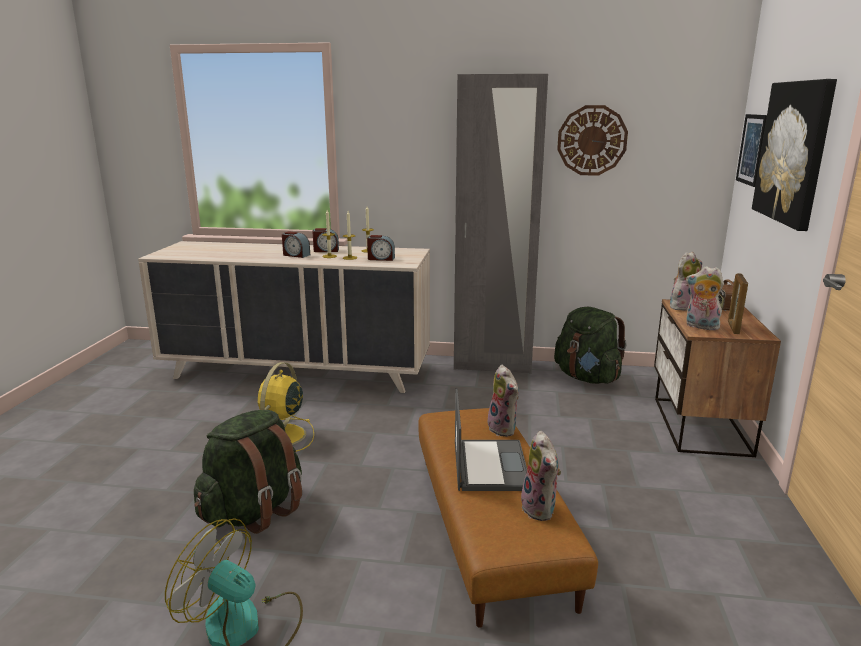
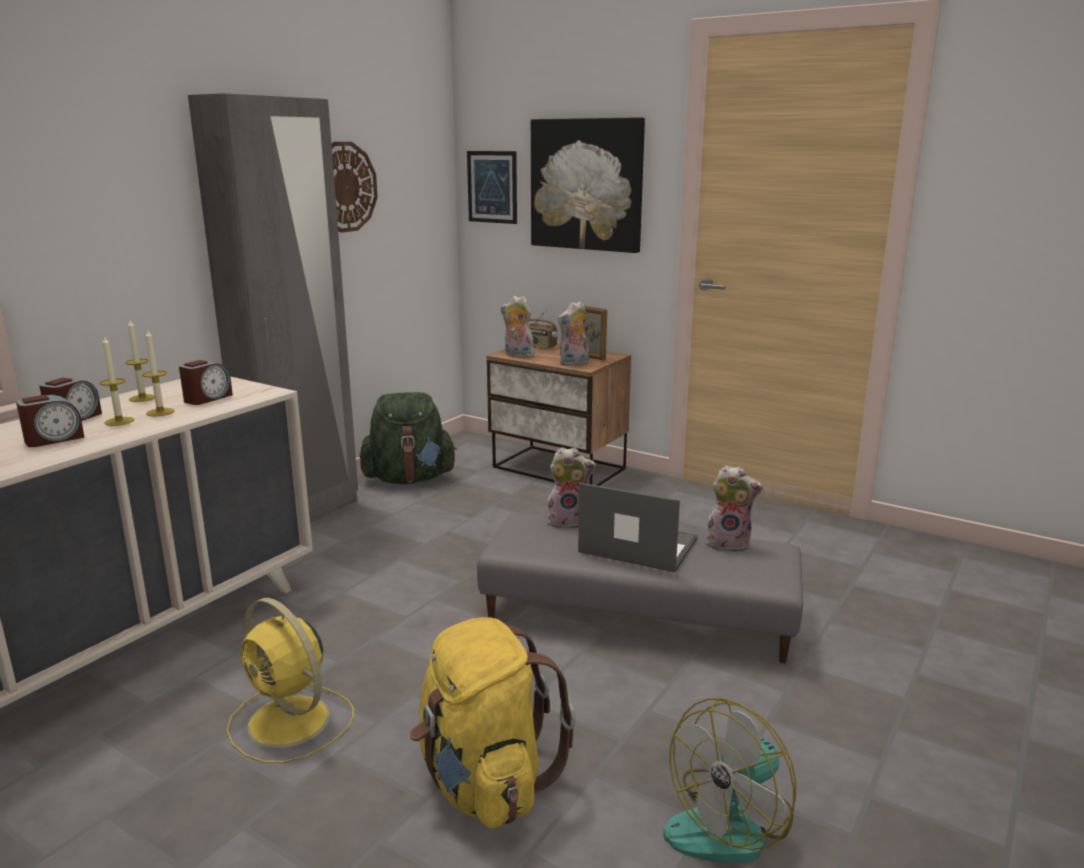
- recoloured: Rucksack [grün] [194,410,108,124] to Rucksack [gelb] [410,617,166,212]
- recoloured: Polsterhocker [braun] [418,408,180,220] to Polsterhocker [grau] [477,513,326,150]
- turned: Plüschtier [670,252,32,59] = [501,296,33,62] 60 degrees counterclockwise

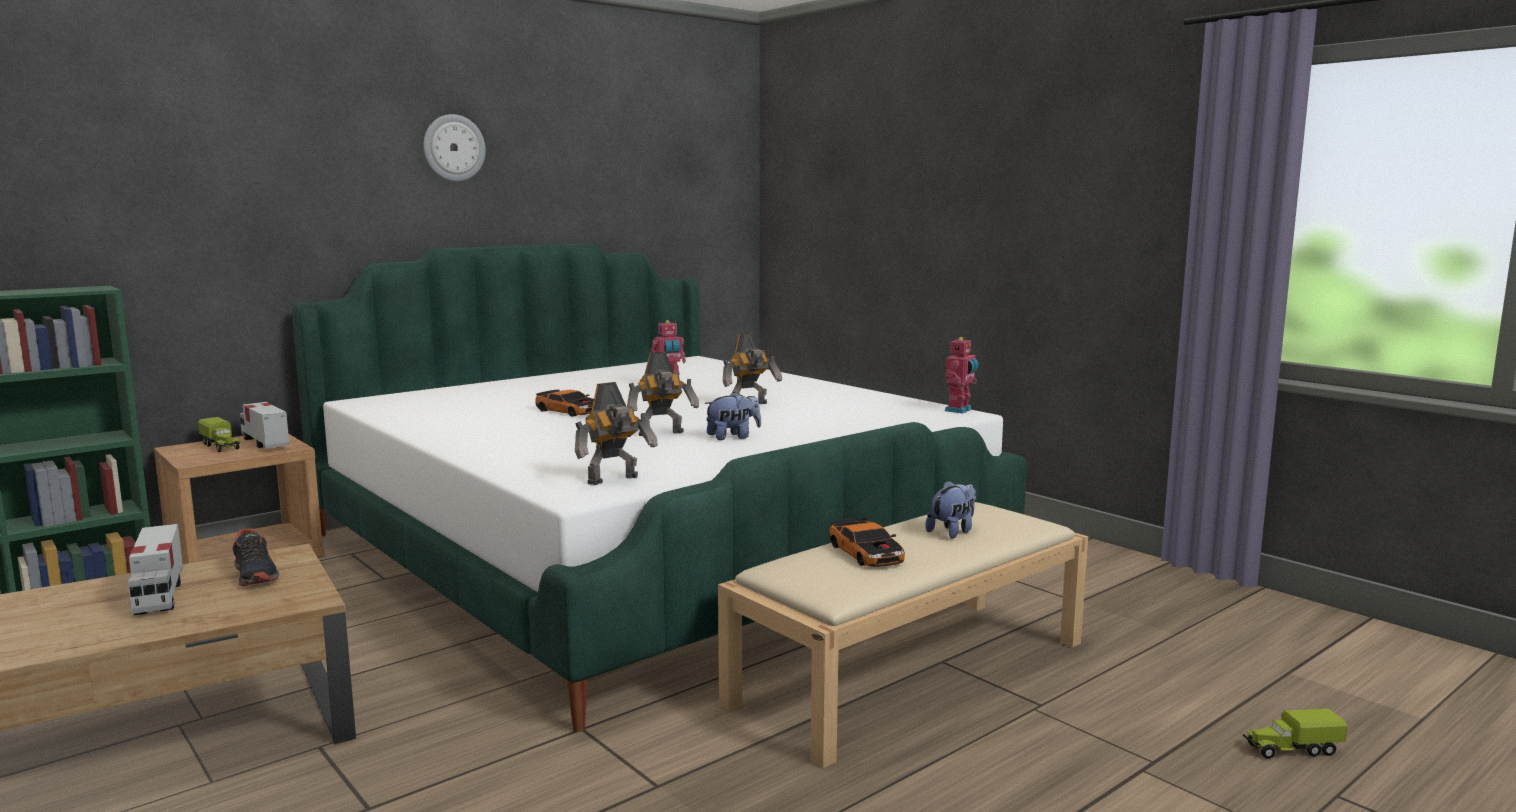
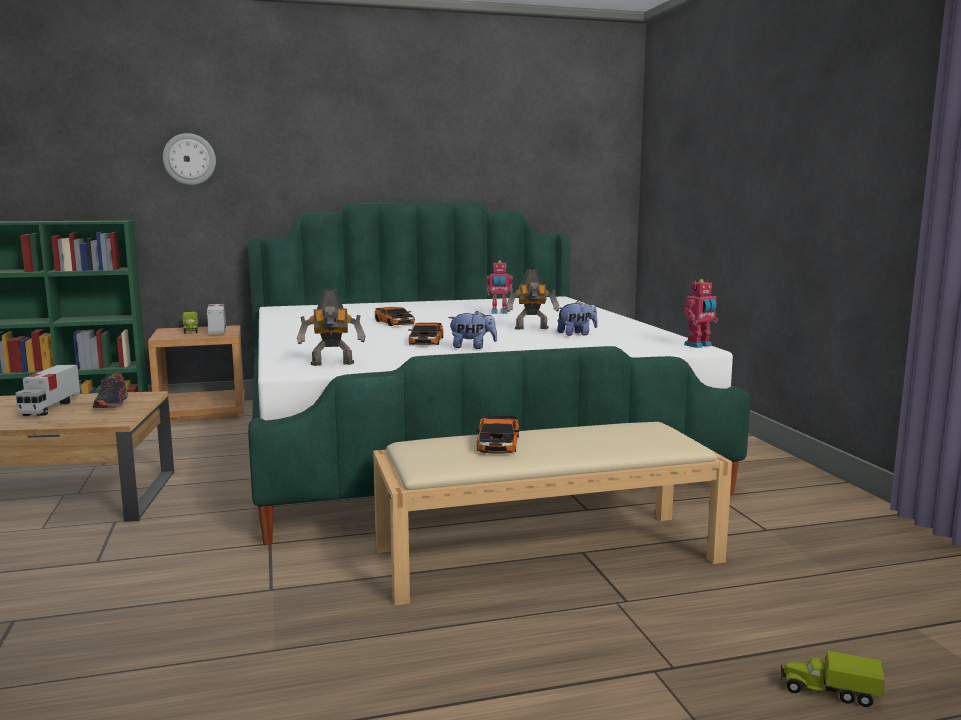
- moved: Wanduhr [423,114,63,67] to [163,133,53,52]
- replaced: Spielzeugroboter [627,352,72,84] to Spielzeugauto [409,323,34,22]
- moved: Plüschtier [925,480,51,58] to [557,301,41,35]

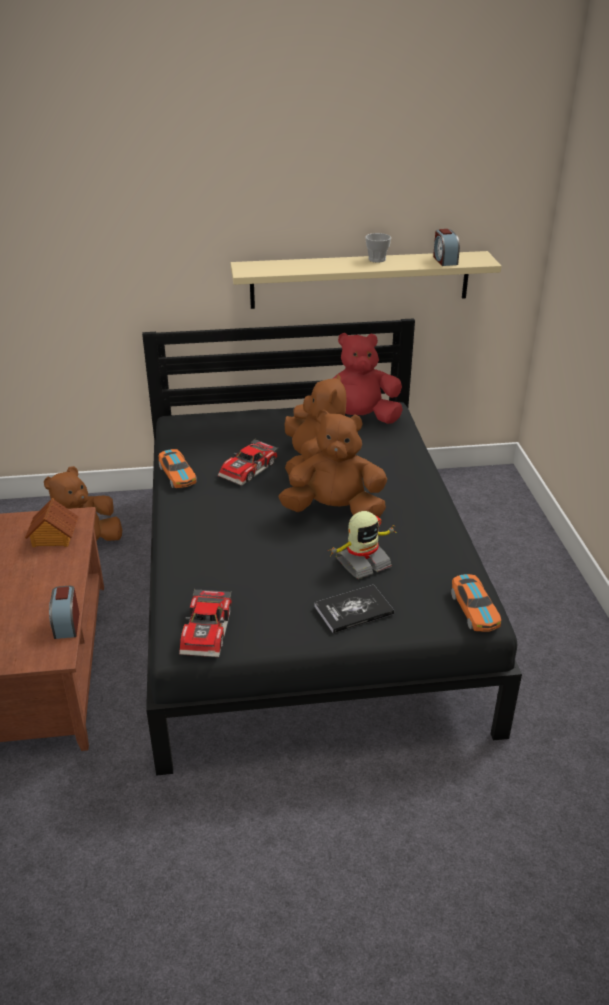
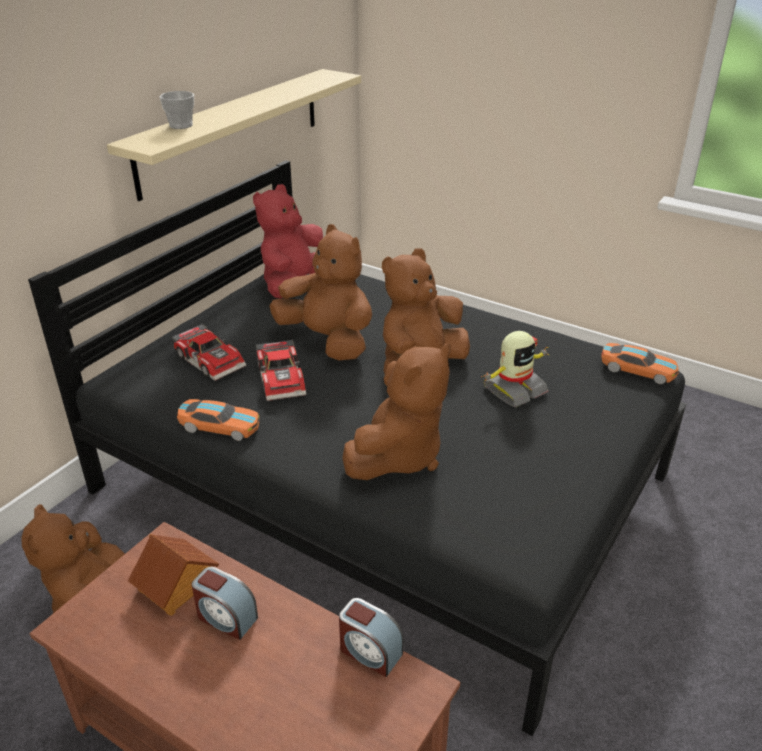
- moved: Spielzeugauto [179,589,53,68] to [171,323,75,58]
- removed: Buch [314,585,80,48]
- turned: Spielzeugroboter [330,511,65,68] = [481,331,68,76] 45 degrees clockwise
- moved: Tasse [365,233,26,30] to [159,91,35,38]
- moved: Wecker [433,229,27,37] to [192,567,66,73]
- added: Plüschtier [braun] [342,343,108,137]

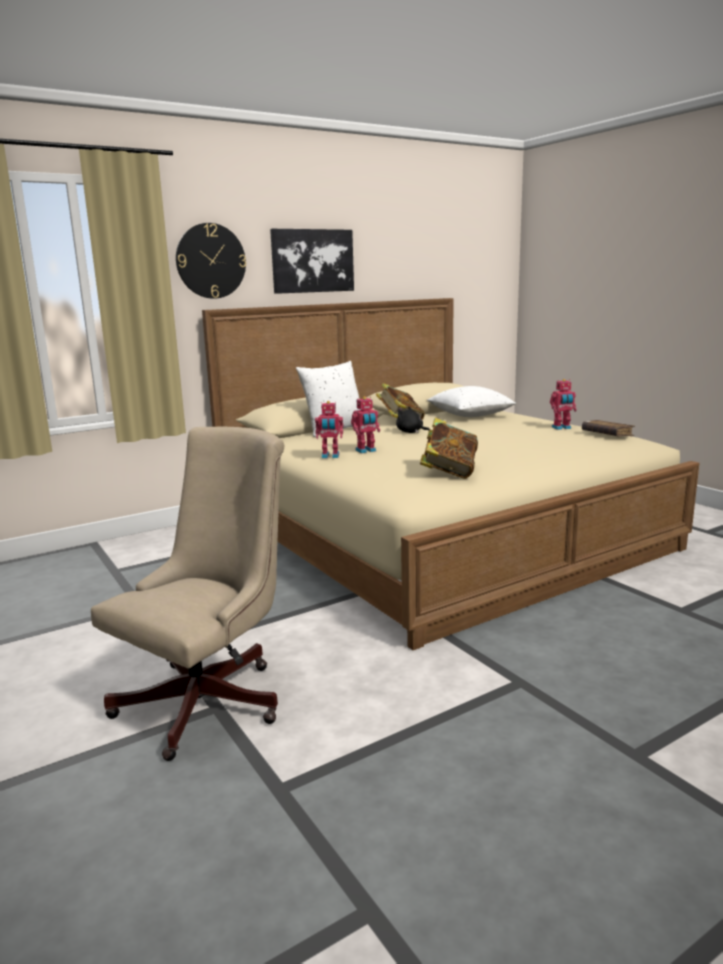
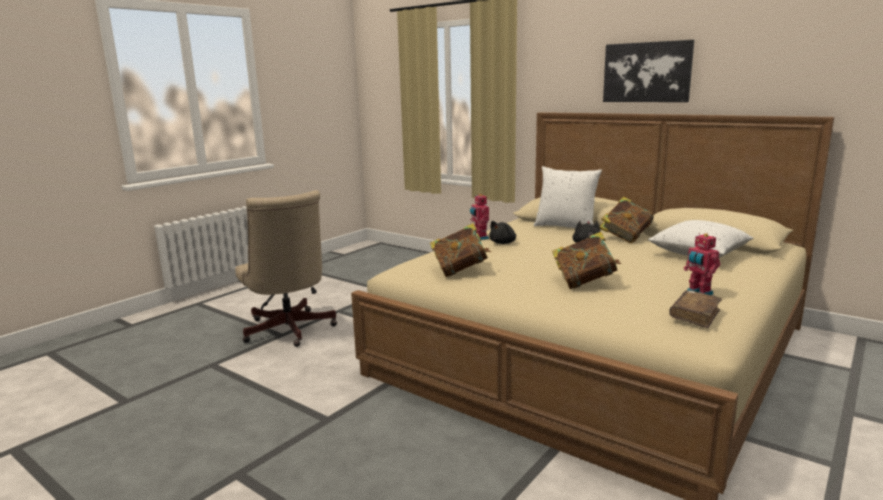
- turned: Bürostuhl [beige] [91,427,194,334] = [235,190,102,157] 45 degrees clockwise
- removed: Wanduhr [176,223,70,76]
- replaced: Spielzeugroboter [351,396,29,57] to Plüschtier [schwarz] [489,221,27,23]
- added: Buch [552,232,69,57]

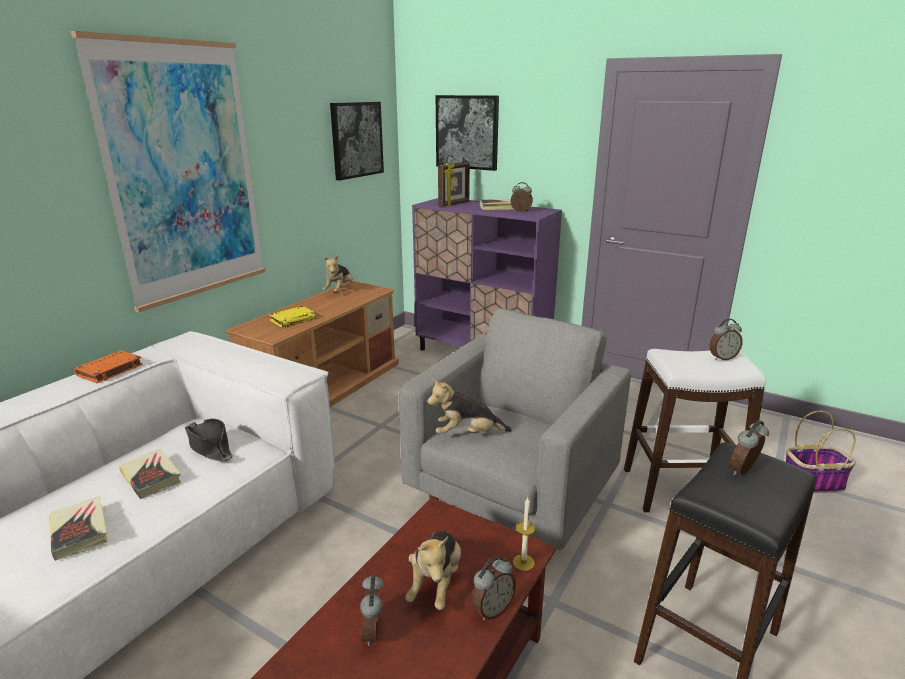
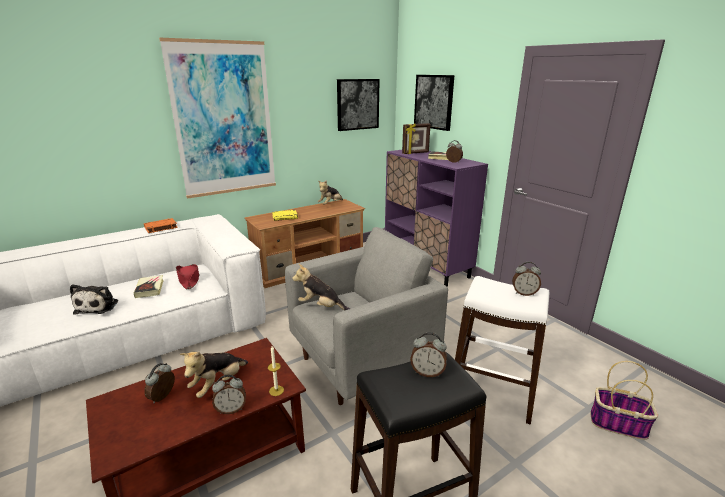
- replaced: Buch [49,496,59,65] to Plüschtier [70,284,48,30]
- recoloured: Hut [schwarz] [185,418,48,44] to Hut [rot] [176,264,24,25]
- turned: Wecker [729,420,40,56] = [410,332,37,45] 150 degrees counterclockwise

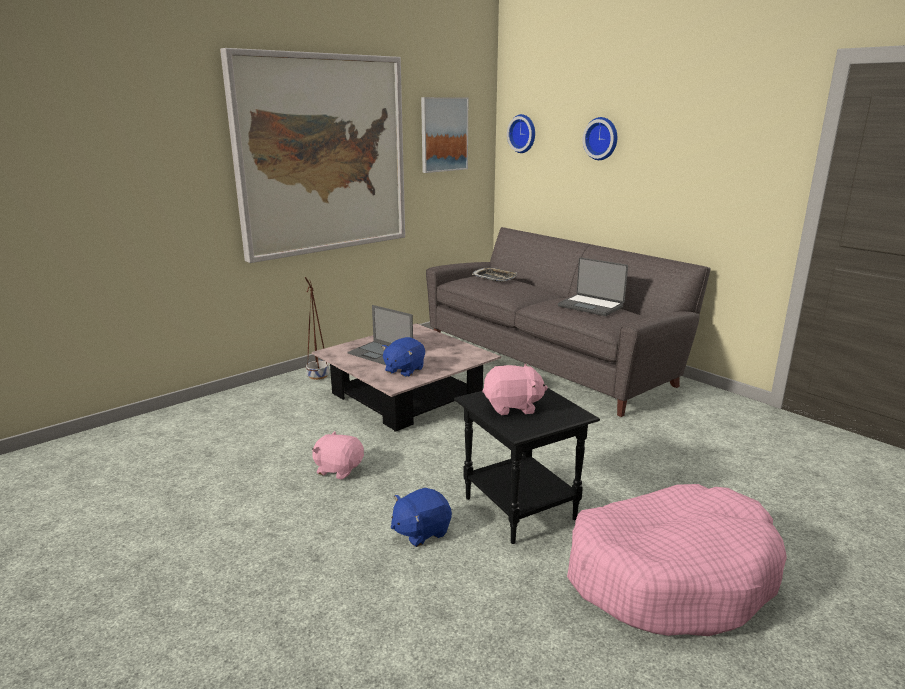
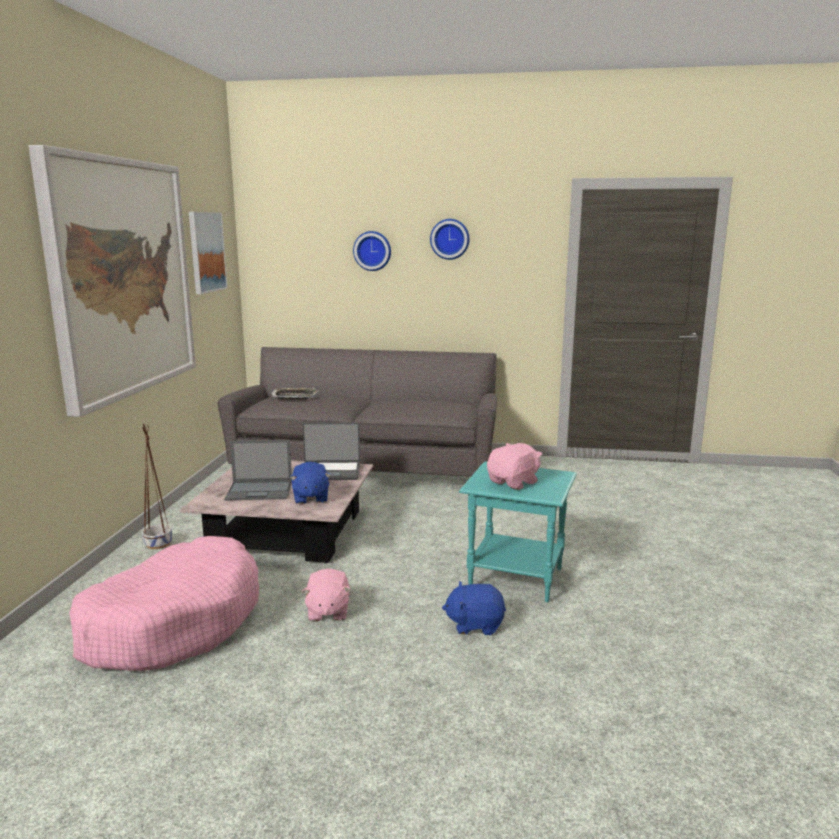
- turned: Plüschtier [rosa] [312,431,52,49] = [302,569,49,53] 75 degrees counterclockwise
- turned: Plüschtier [blau] [391,488,61,59] = [442,581,64,54] 75 degrees clockwise
- recoloured: Beistelltisch [schwarz] [454,388,146,156] to Beistelltisch [türkis] [459,461,118,142]
- moved: Wanduhr [507,114,28,39] to [430,219,40,41]
- moved: Laptop [558,257,70,59] to [303,422,57,58]
- moved: Hundebett [rosa] [567,484,220,152] to [69,536,190,135]

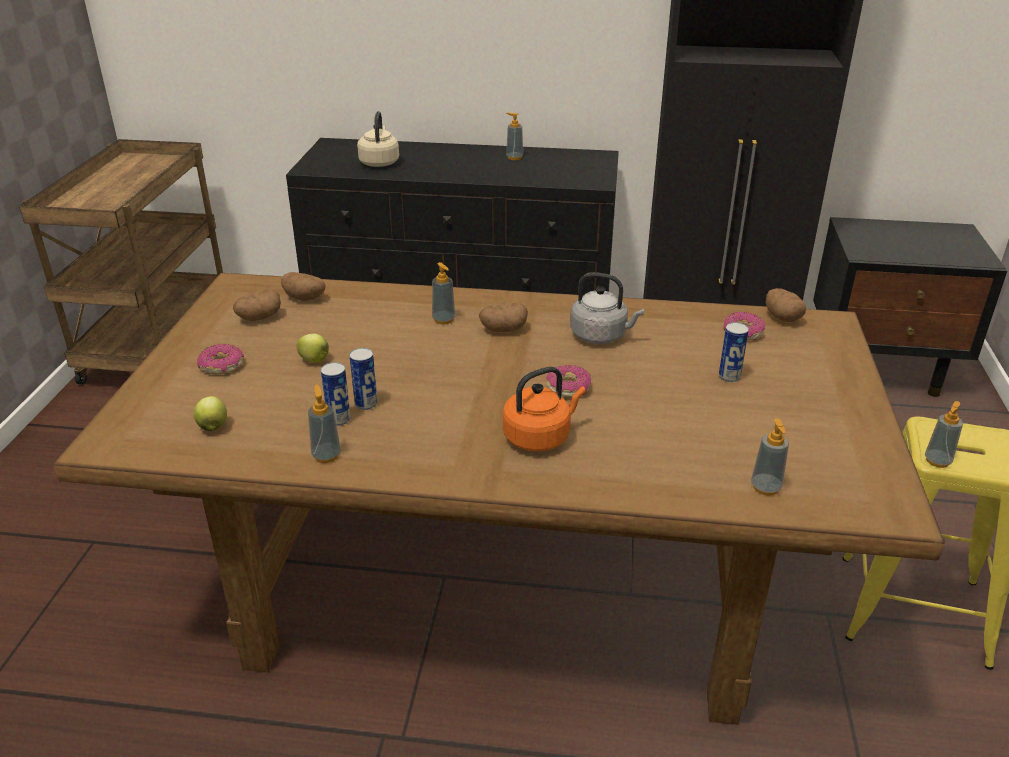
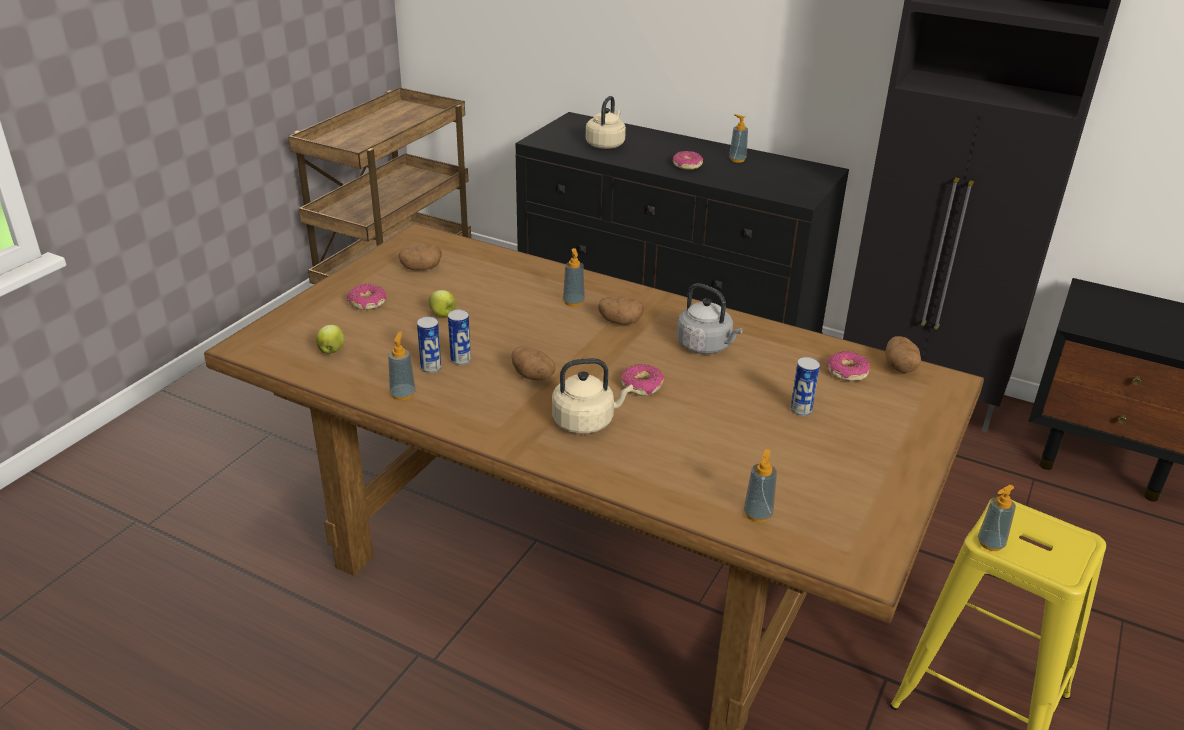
- moved: Kartoffel [281,272,45,29] to [511,346,45,34]
- recoloured: Wasserkessel [orange] [503,367,83,85] to Wasserkessel [beige] [552,358,81,76]
- added: Donut [673,151,30,19]

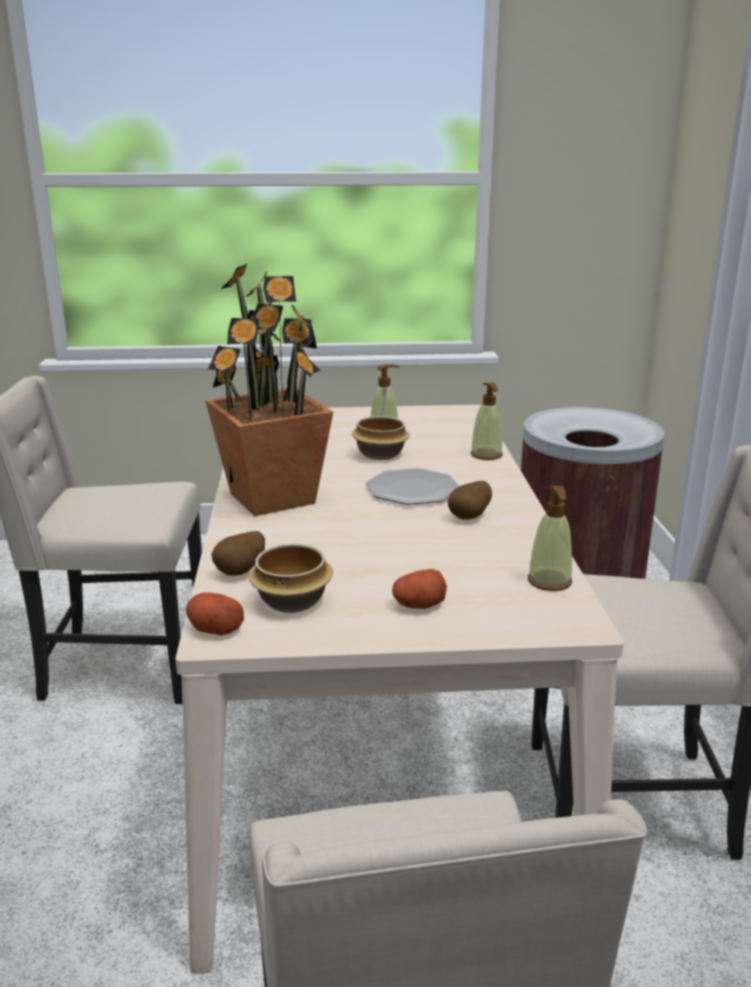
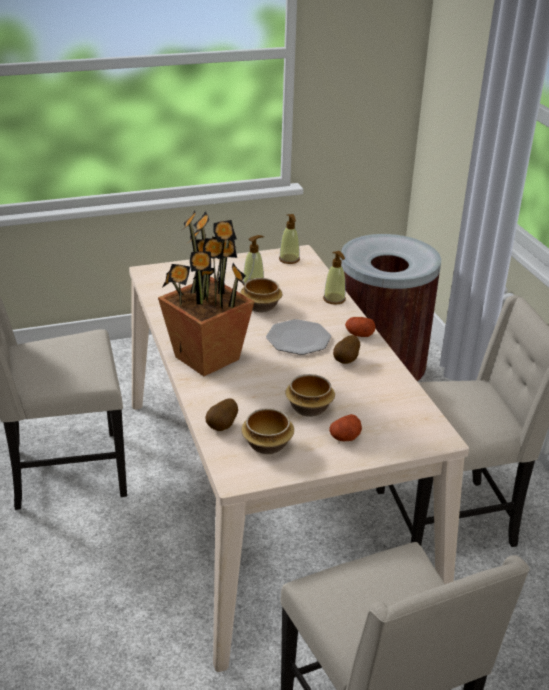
- moved: Kartoffel [186,593,58,42] to [345,317,30,20]
- moved: Seifenspender [528,486,44,105] to [279,214,21,50]
- added: Schüssel [285,374,50,43]

